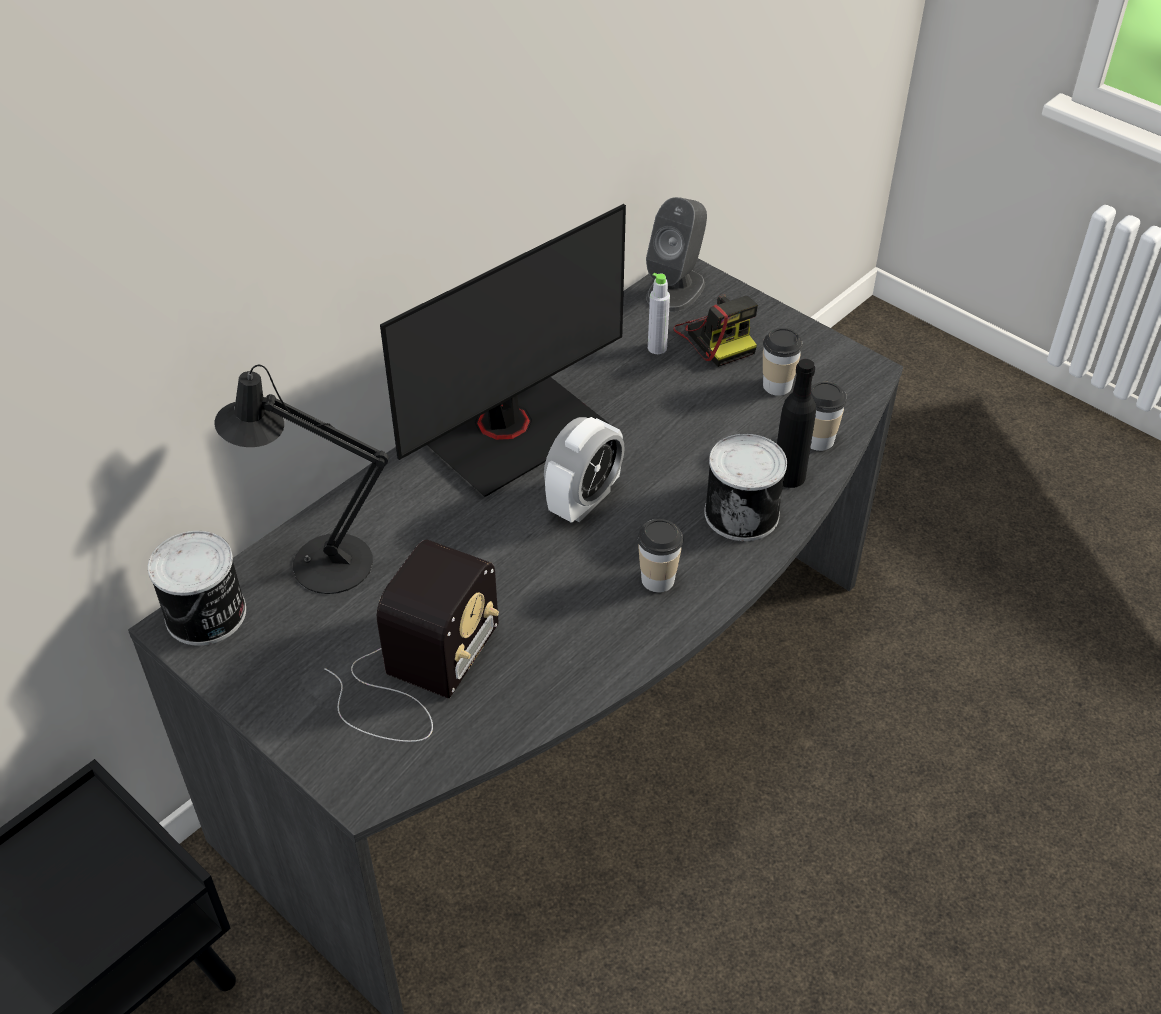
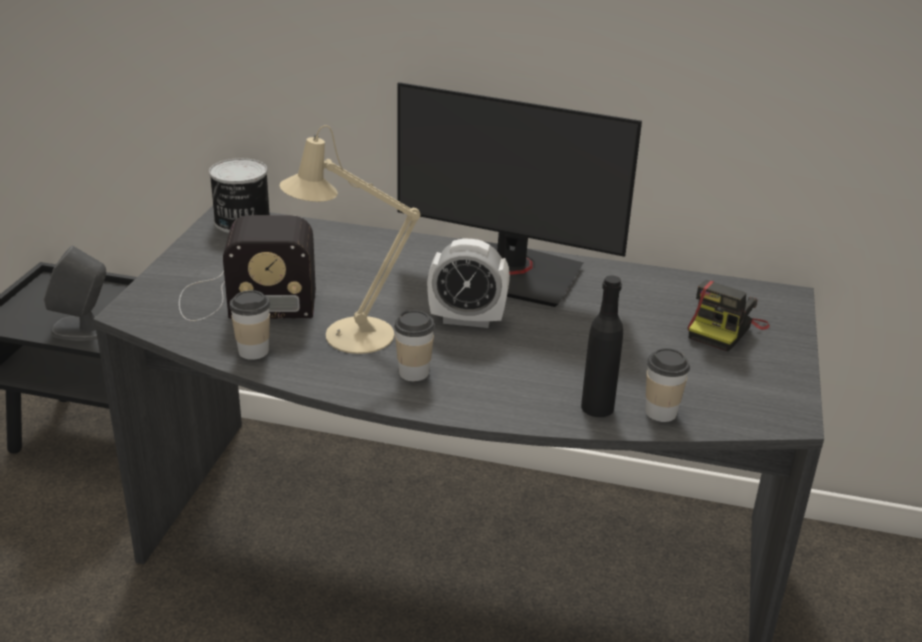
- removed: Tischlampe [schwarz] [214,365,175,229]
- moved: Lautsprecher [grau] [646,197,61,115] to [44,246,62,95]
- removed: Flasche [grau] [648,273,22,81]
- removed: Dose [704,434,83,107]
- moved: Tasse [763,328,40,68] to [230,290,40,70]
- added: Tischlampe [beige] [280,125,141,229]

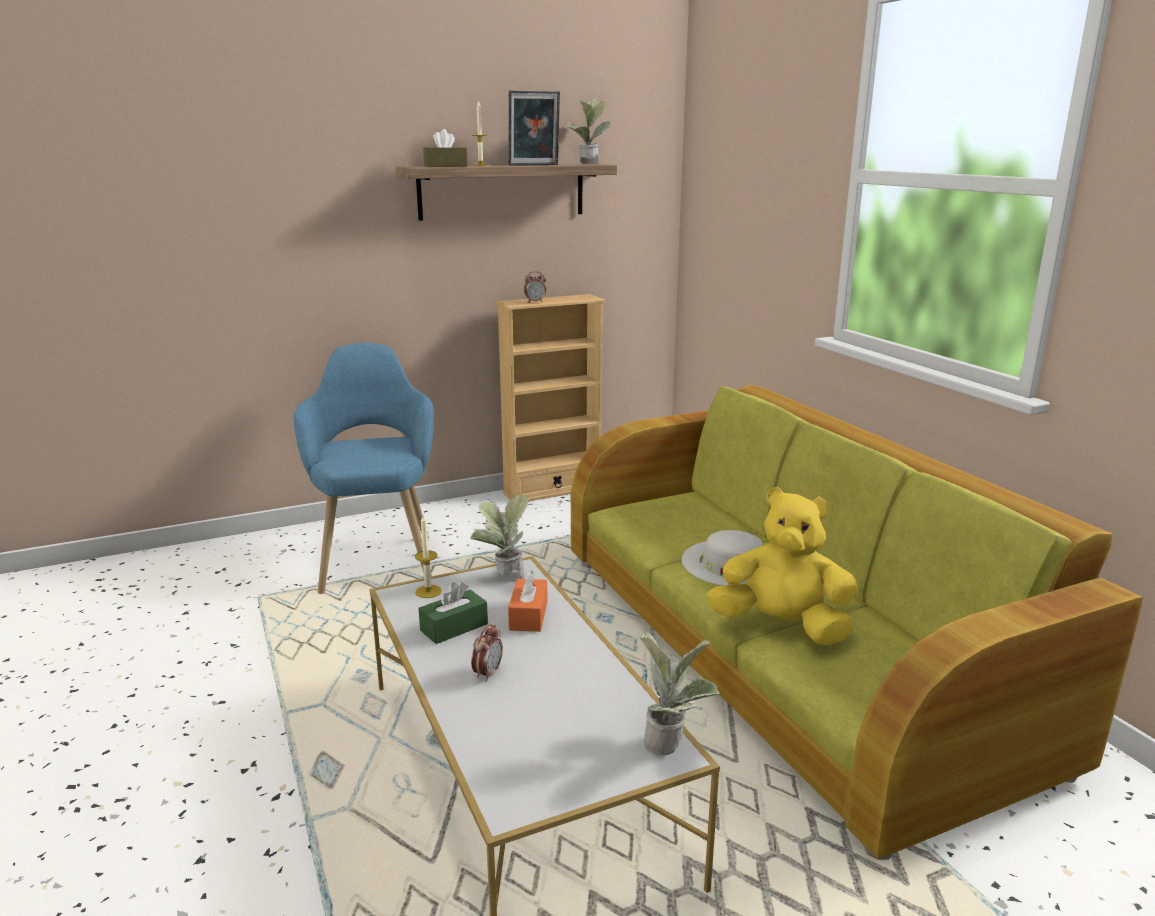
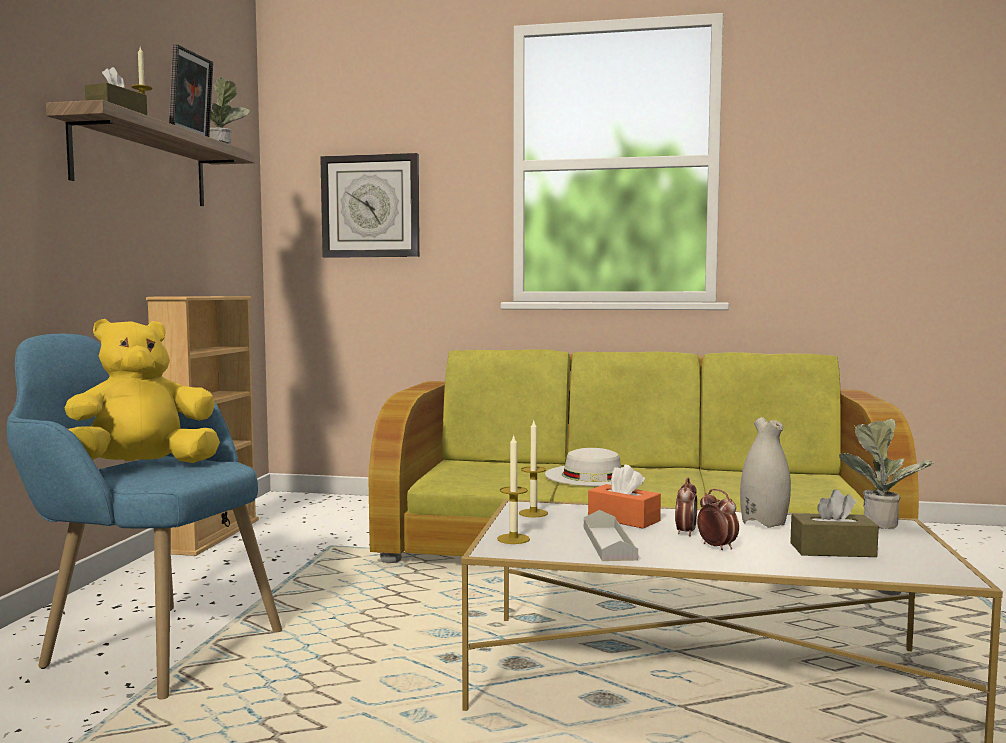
- replaced: Taschentuchbox [grün] [418,582,70,62] to Tablett [grau] [584,510,54,51]
- replaced: Topfpflanze [470,494,59,85] to Kerze [519,421,29,96]
- moved: Wecker [524,271,22,32] to [675,478,22,59]
- moved: Plüschtier [gelb] [707,487,151,159] to [65,319,155,144]
- added: Wanduhr [320,153,100,105]
- added: Vase [weiß] [740,417,51,111]
- added: Taschentuchbox [braun] [790,489,89,68]

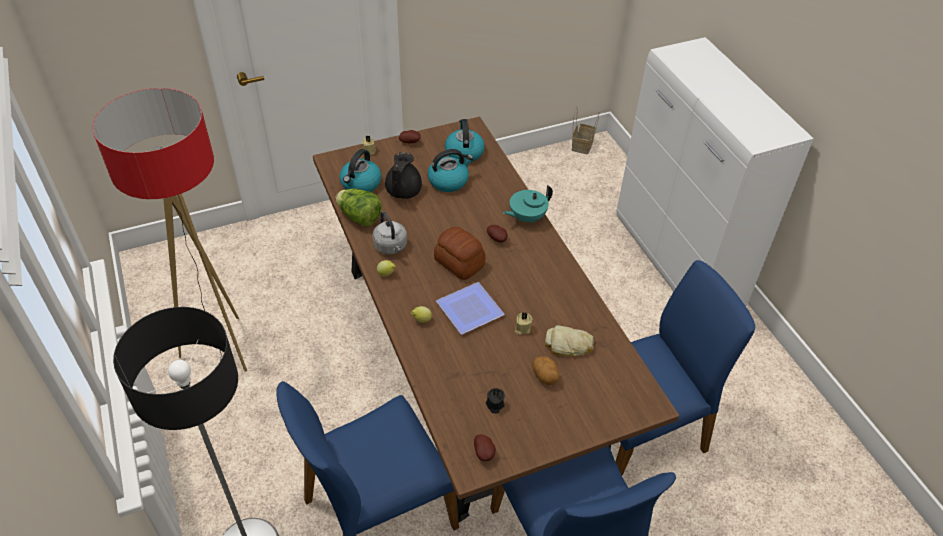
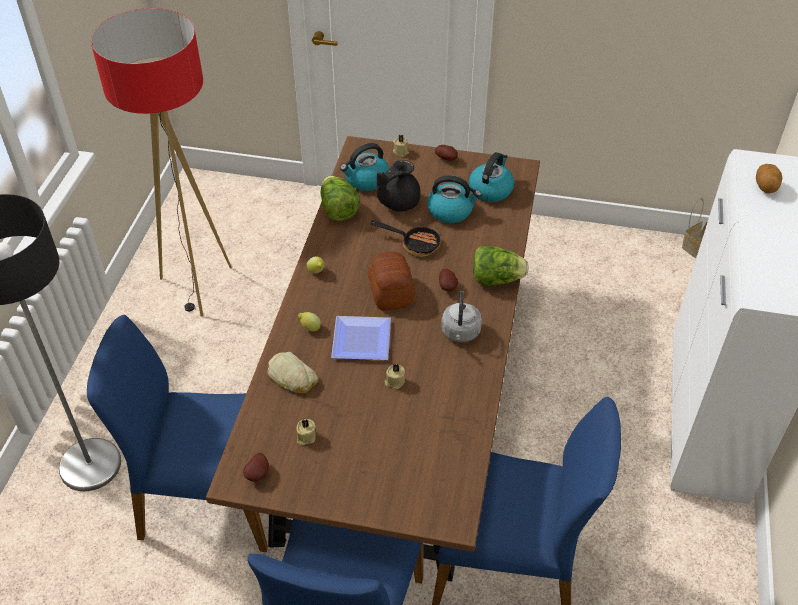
- moved: Wasserkessel [grau] [373,211,34,43] to [441,291,41,51]
- recoloured: Kerze [schwarz] [486,388,19,25] to Kerze [beige] [297,419,19,27]
- replaced: Teekanne [türkis] [503,185,50,38] to Salatkopf [473,246,56,39]
- moved: Kartoffel [532,356,27,29] to [756,164,26,29]
- moved: Brot [545,325,49,31] to [267,352,51,41]
- added: Pfanne [371,220,70,37]

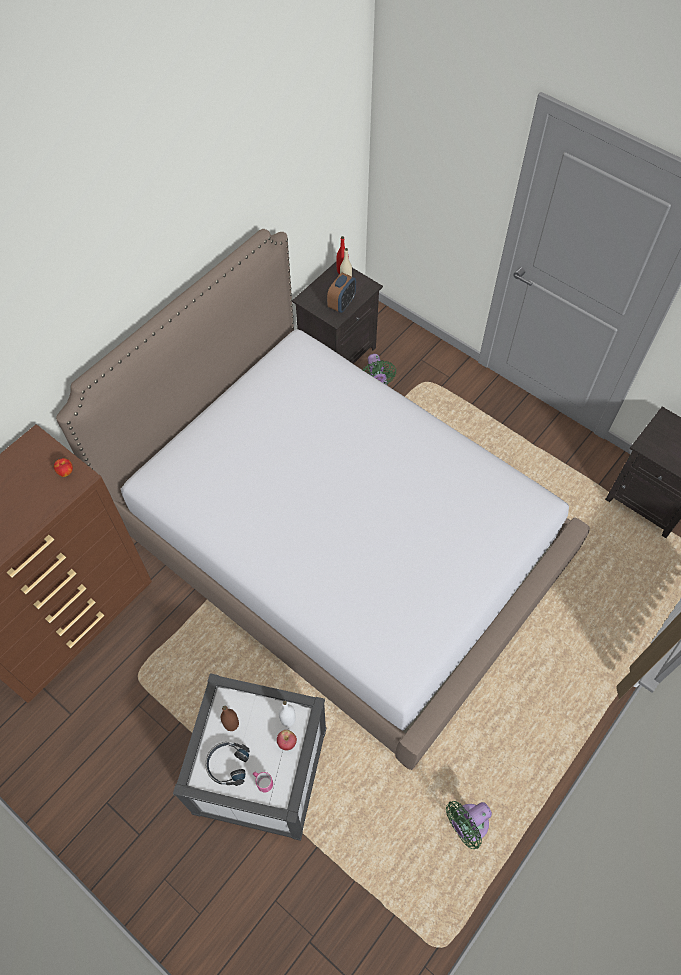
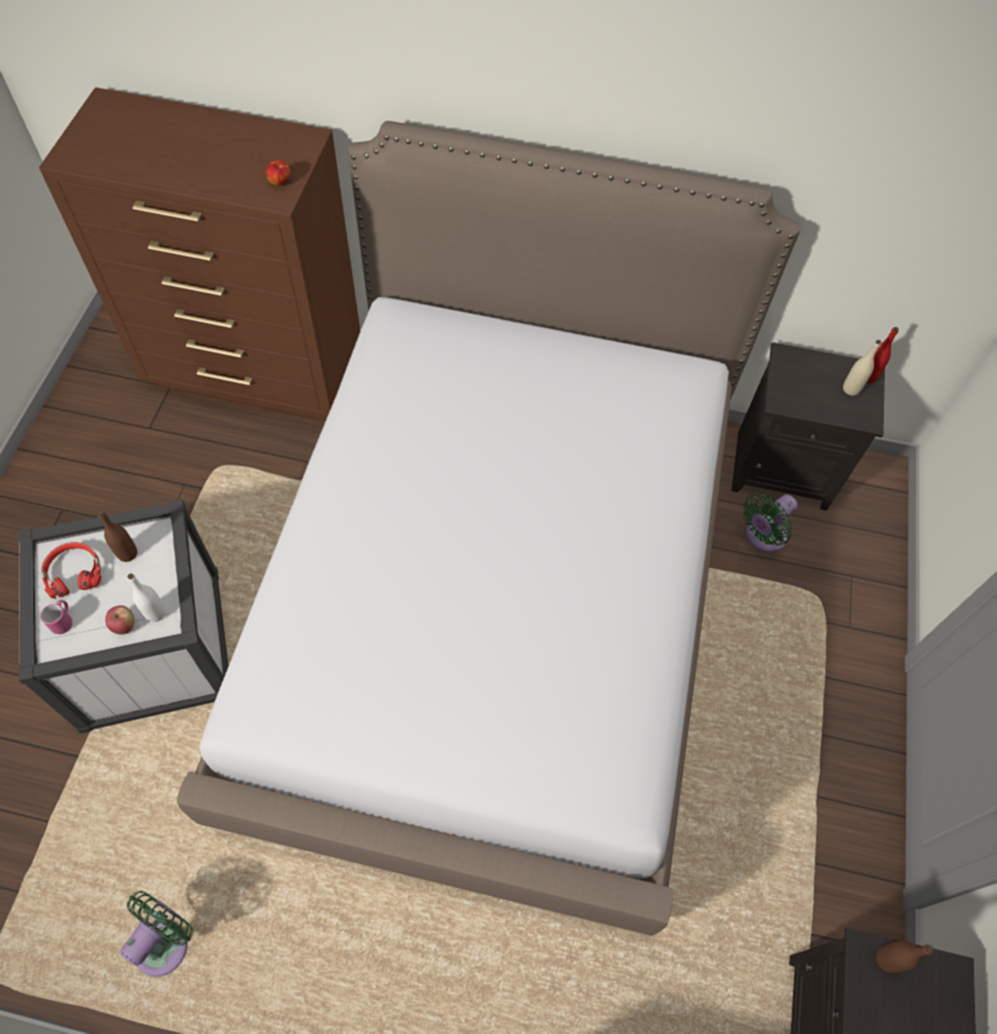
- recoloured: Kopfhörer [schwarz] [205,742,45,44] to Kopfhörer [rot] [41,542,60,57]
- removed: Wecker [327,272,29,41]
- turned: Ventilator [grün] [446,801,46,48] = [120,891,73,86] 90 degrees clockwise
- added: Flasche [braun] [876,940,58,33]

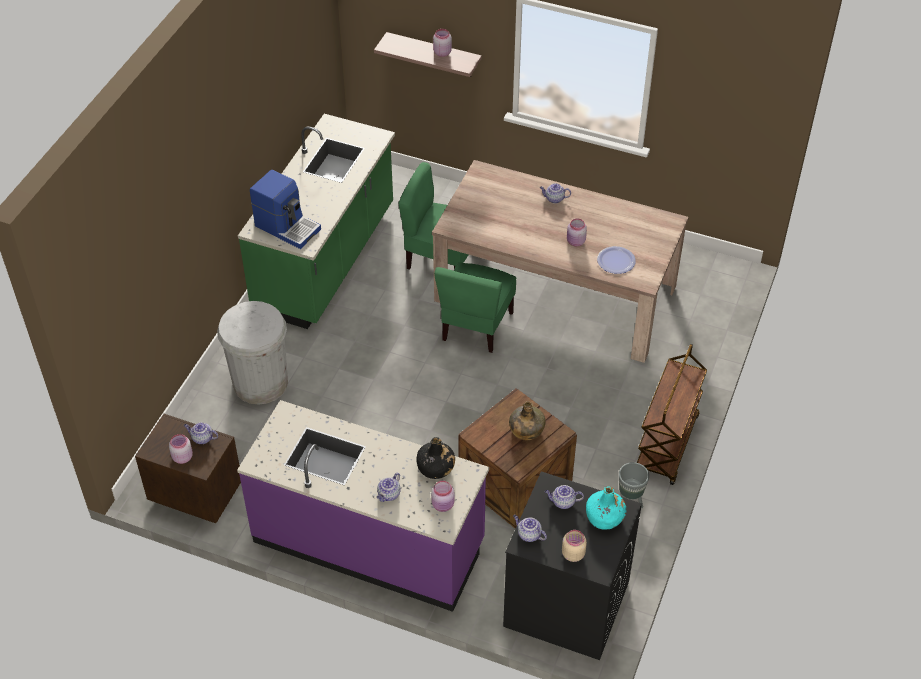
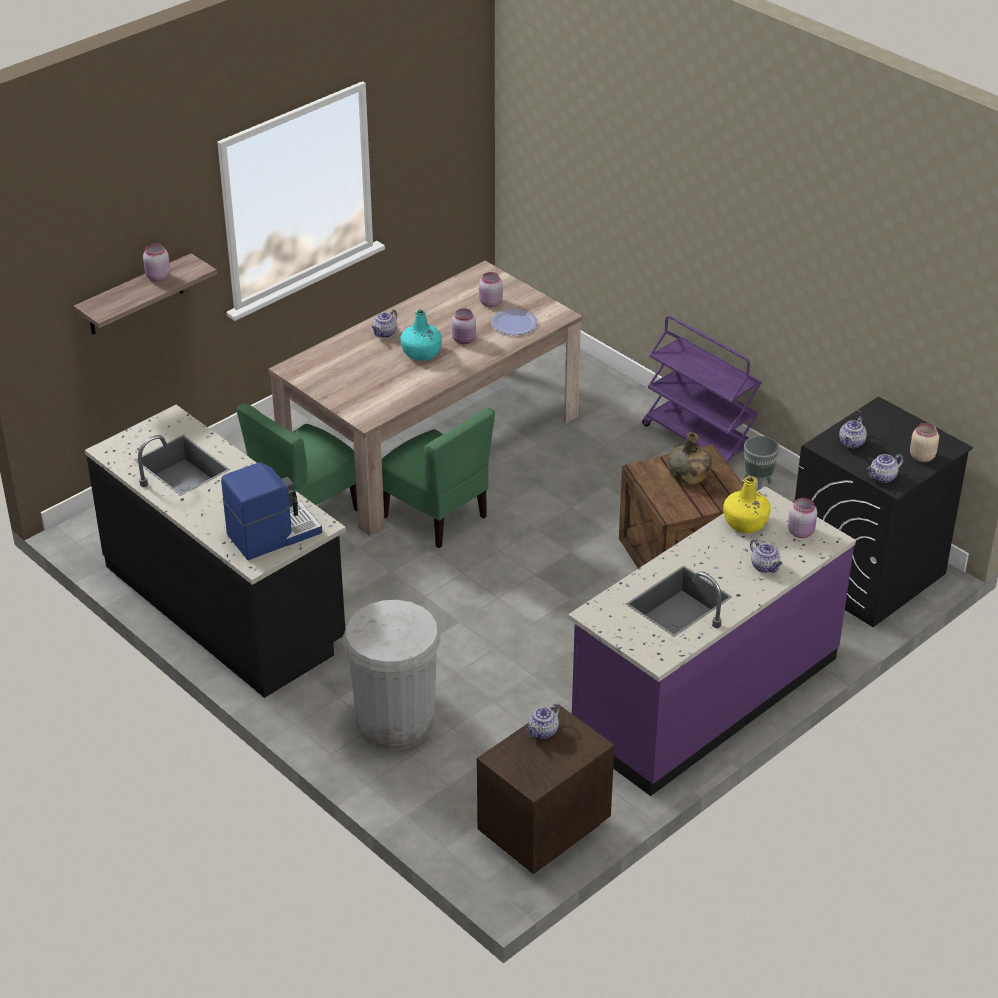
- moved: Vorratsglas [rosa] [169,434,24,30] to [479,272,24,35]
- recoloured: Küchenzeile [grün] [238,114,157,215] to Küchenzeile [schwarz] [85,405,261,293]
- recoloured: Flasche [schwarz] [416,437,39,42] to Flasche [gelb] [723,476,48,57]
- moved: Flasche [türkis] [586,486,41,44] to [400,309,42,52]
- recoloured: Rollwagen [braun] [637,344,70,141] to Rollwagen [lila] [642,315,120,147]

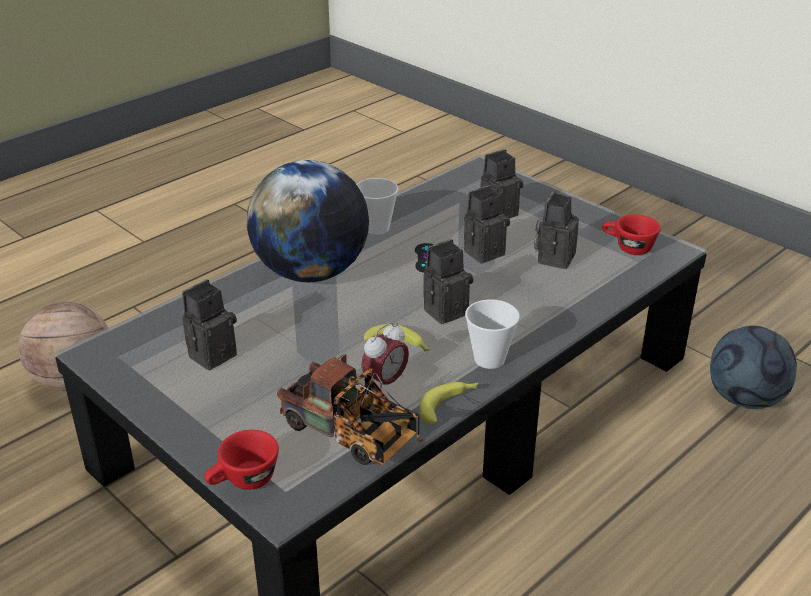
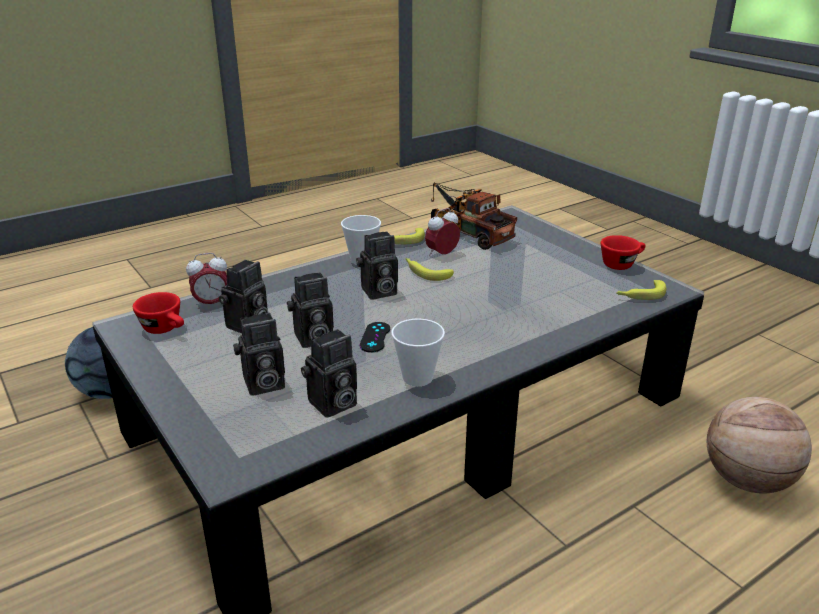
- moved: Kamera [182,279,55,91] to [301,329,56,89]
- moved: Tasse [rot] [204,430,75,60] to [601,235,45,35]
- removed: Globus [247,160,122,122]
- added: Wecker [186,253,41,56]
- added: Banane [616,280,50,20]

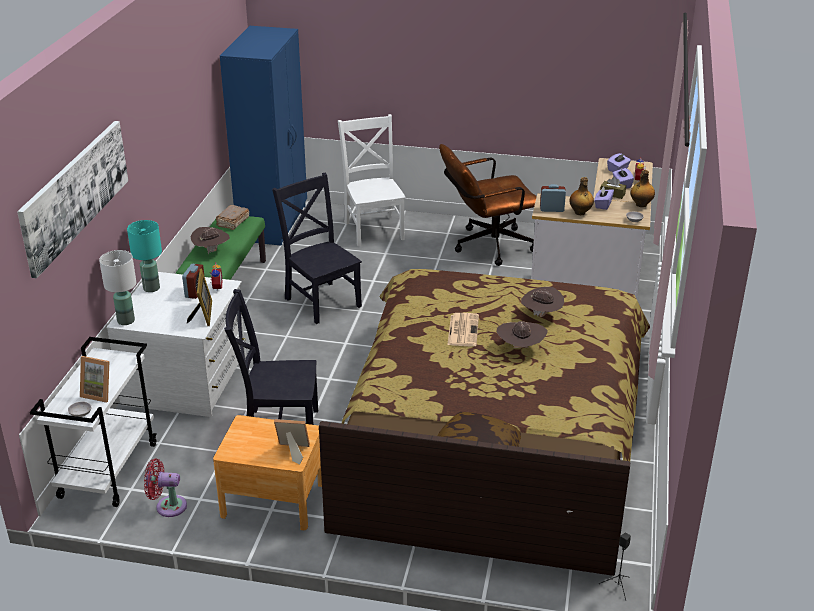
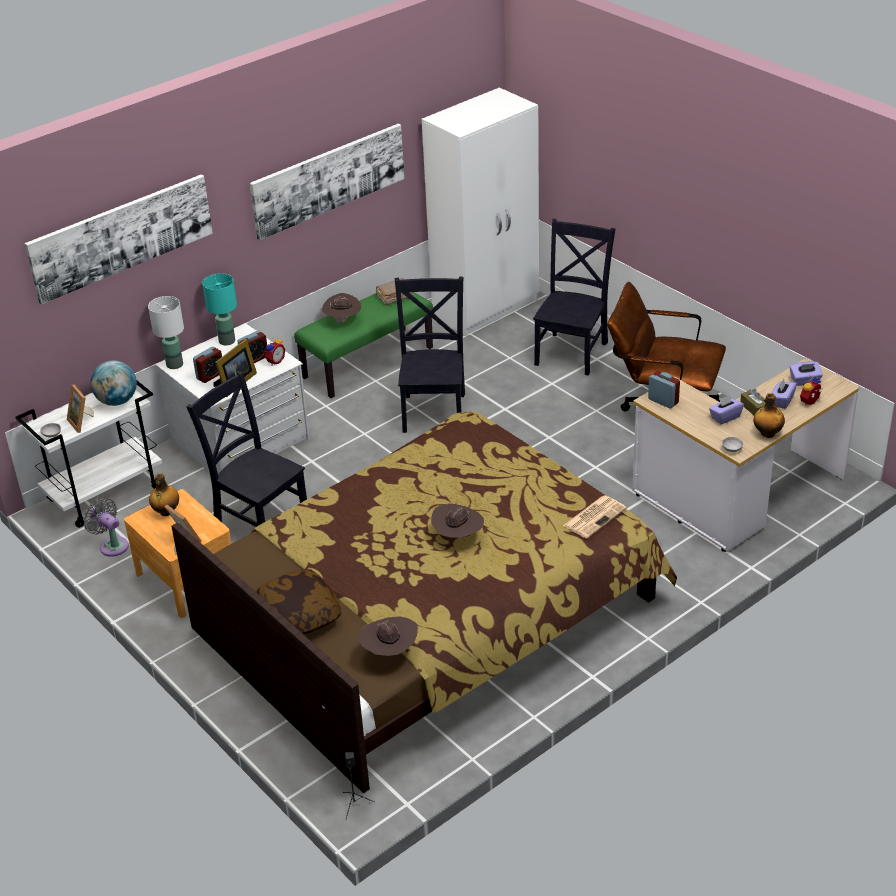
- recoloured: Ventilator [rot] [144,459,43,58] to Ventilator [grau] [83,498,46,59]
- recoloured: Kleiderschrank [blau] [220,26,87,220] to Kleiderschrank [weiß] [422,87,117,249]
- recoloured: Stuhl [weiß] [338,114,68,133] to Stuhl [schwarz] [533,219,82,157]
- moved: Zeitung [447,313,32,34] to [563,495,64,44]
- moved: Hut [braun] [521,287,43,30] to [358,616,60,40]
- moved: Flasche [569,177,25,38] to [149,473,30,43]
- added: Globus [90,360,47,46]
- added: Wecker [193,347,29,36]
- added: Bild [250,124,154,116]

